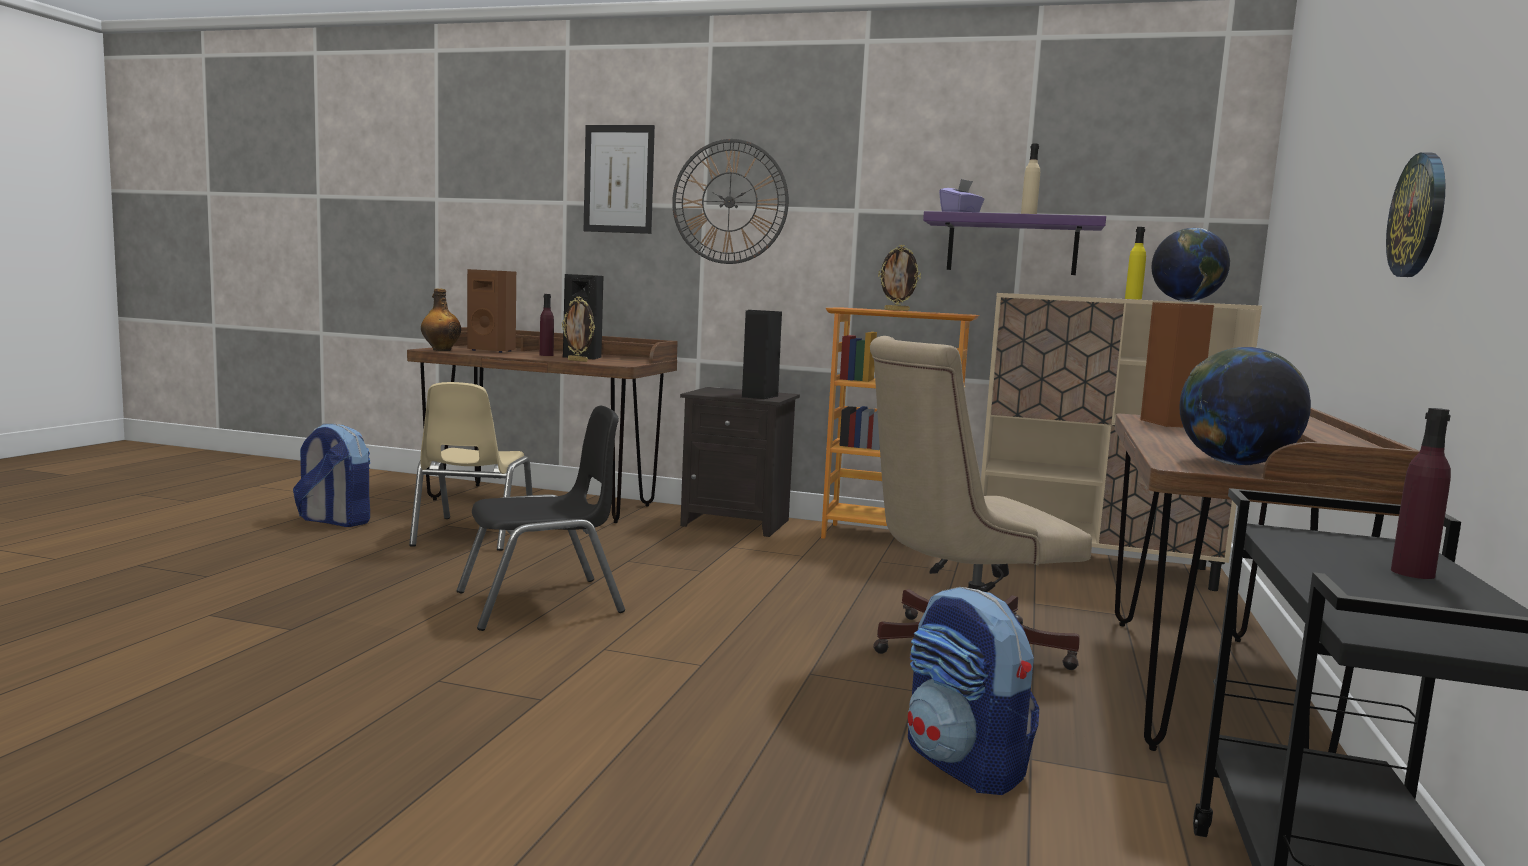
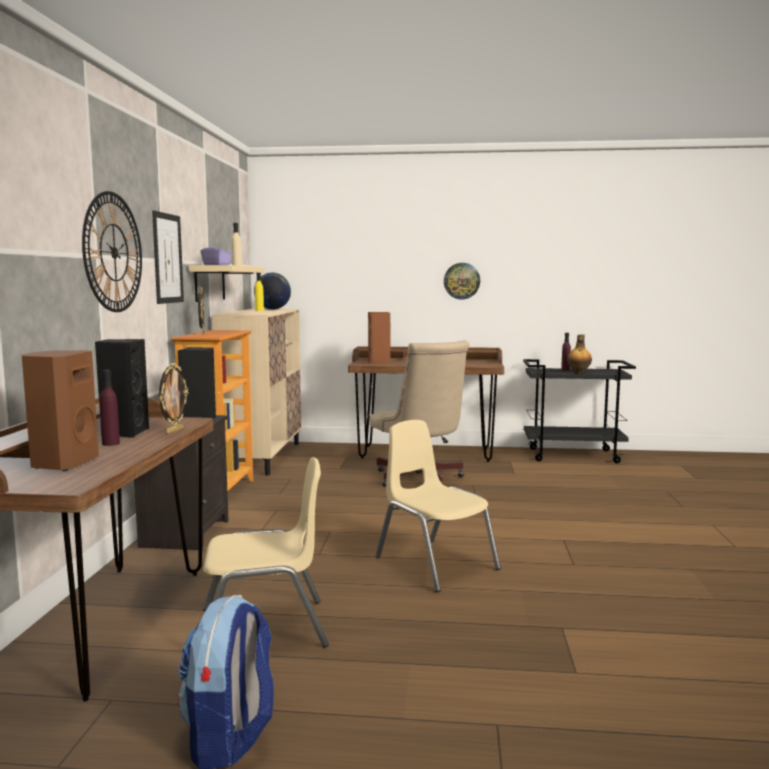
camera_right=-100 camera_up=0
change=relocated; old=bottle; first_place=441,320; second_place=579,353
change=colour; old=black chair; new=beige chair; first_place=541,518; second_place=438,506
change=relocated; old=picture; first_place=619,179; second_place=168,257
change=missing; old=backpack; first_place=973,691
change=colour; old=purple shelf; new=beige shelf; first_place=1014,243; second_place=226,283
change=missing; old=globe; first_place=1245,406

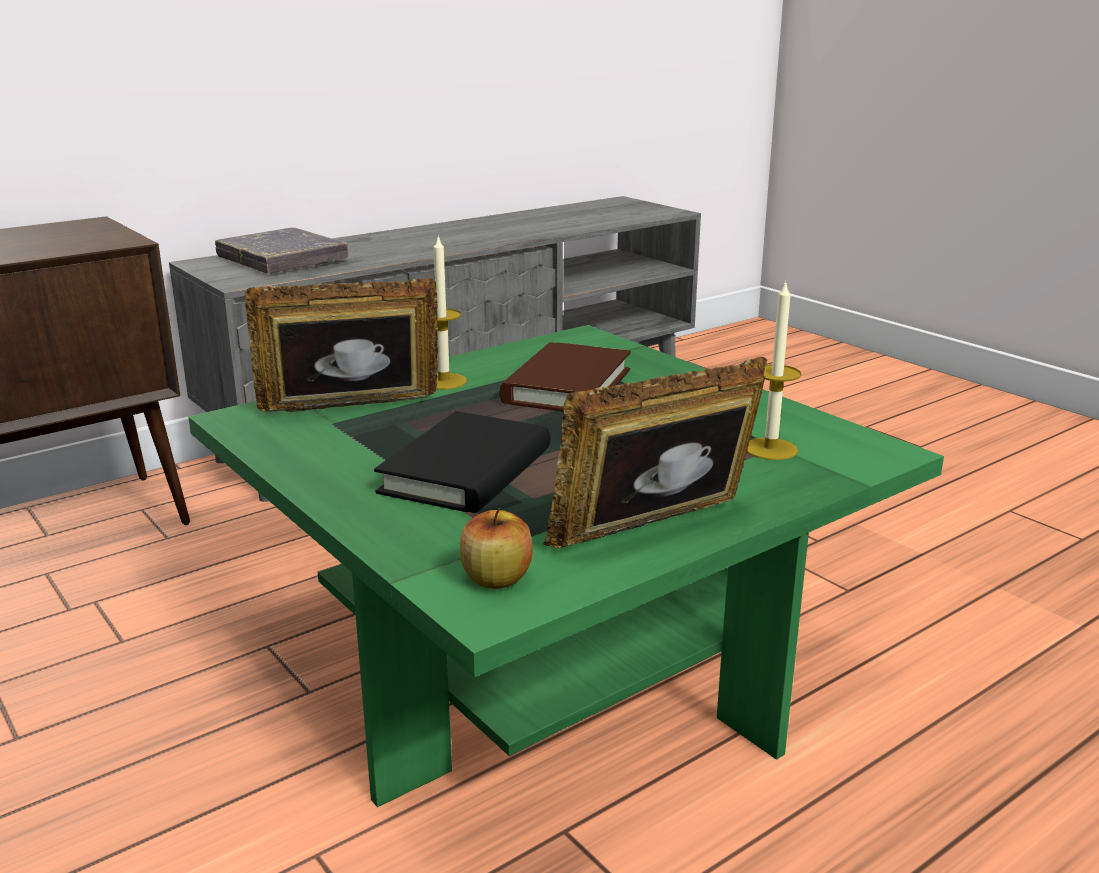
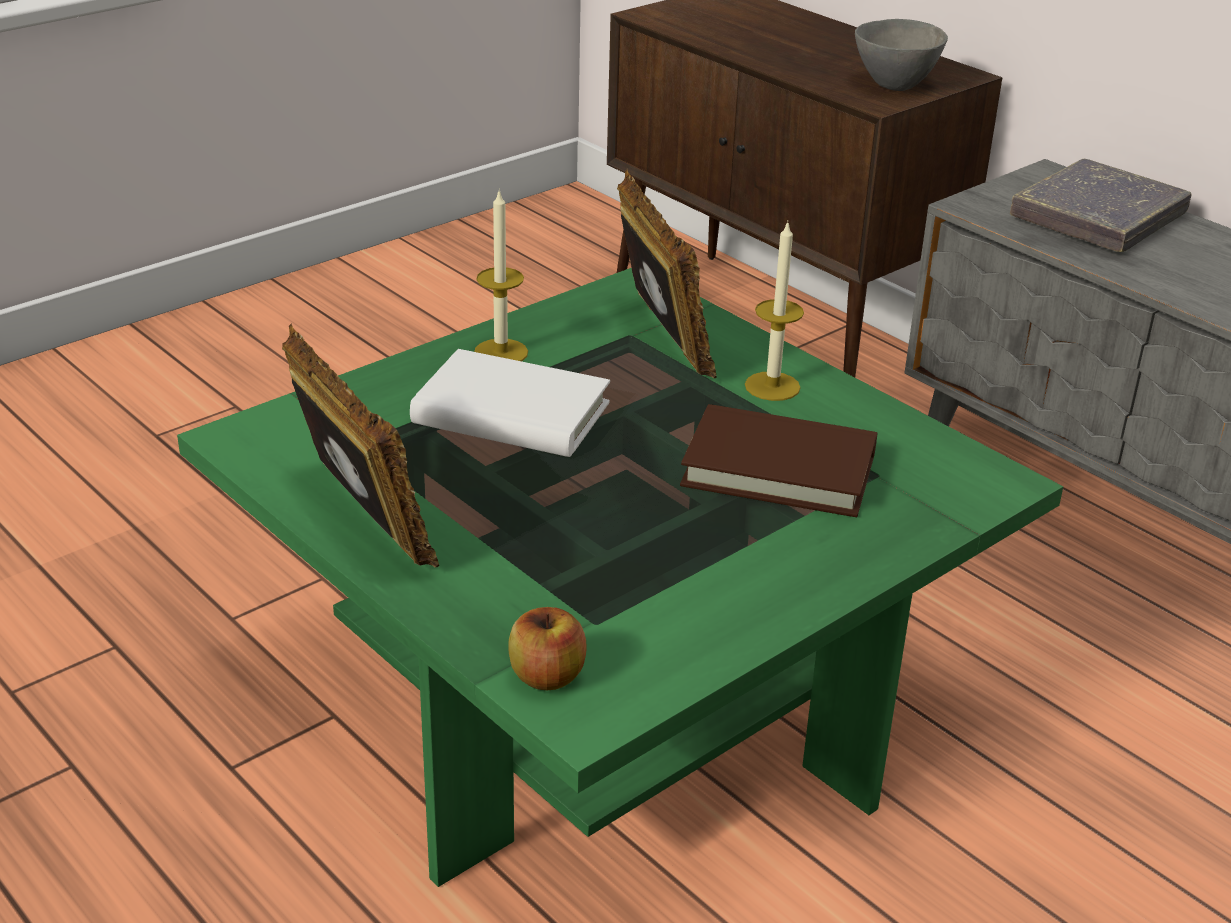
camera_right=85 camera_up=10
change=colour; old=black book; new=white book; first_place=462,462; second_place=510,403
change=relocated; old=apple; first_place=496,548; second_place=547,648
change=relocated; old=candle; first_place=774,370; second_place=501,275
change=appeared; new=grey bowl; second_place=901,55

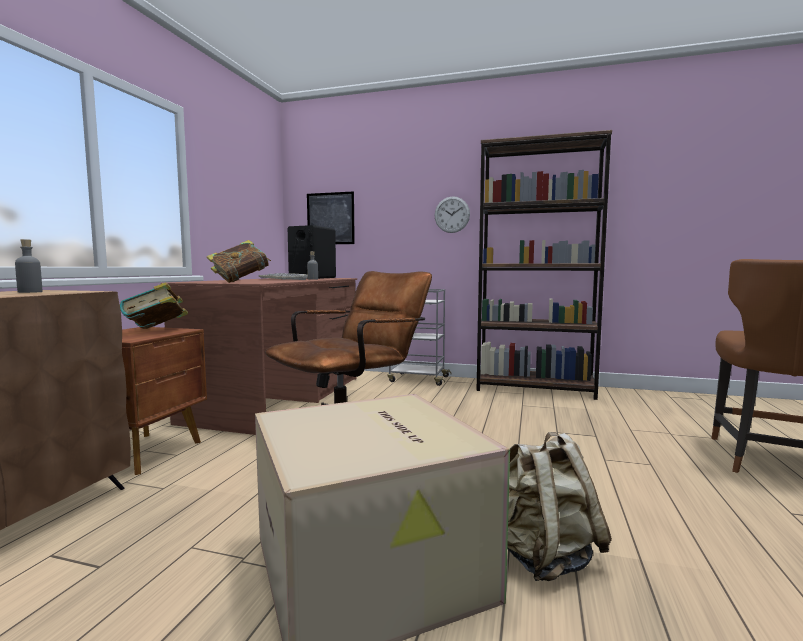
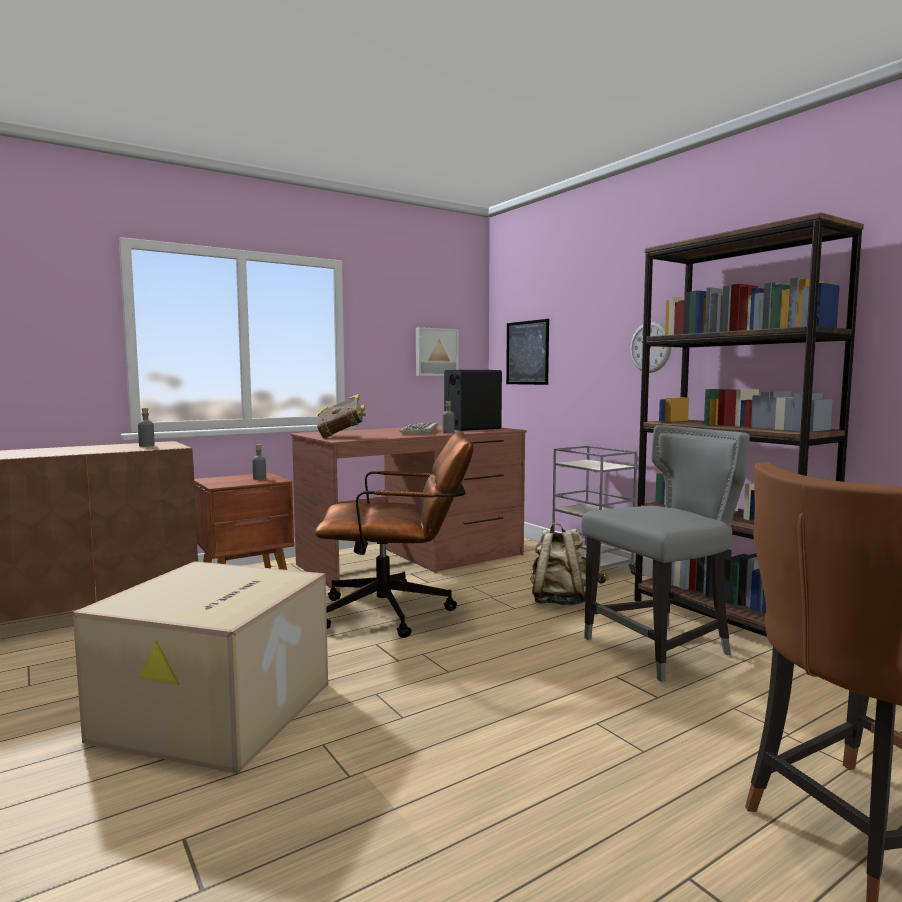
camera_right=40 camera_up=0
change=exchanged; old=book; new=grey bottle; first_place=154,305; second_place=259,462
change=relocated; old=beige backpack; first_place=559,506; second_place=558,564
change=appeared; new=picture; second_place=437,351
change=appeared; new=grey chair; second_place=665,553

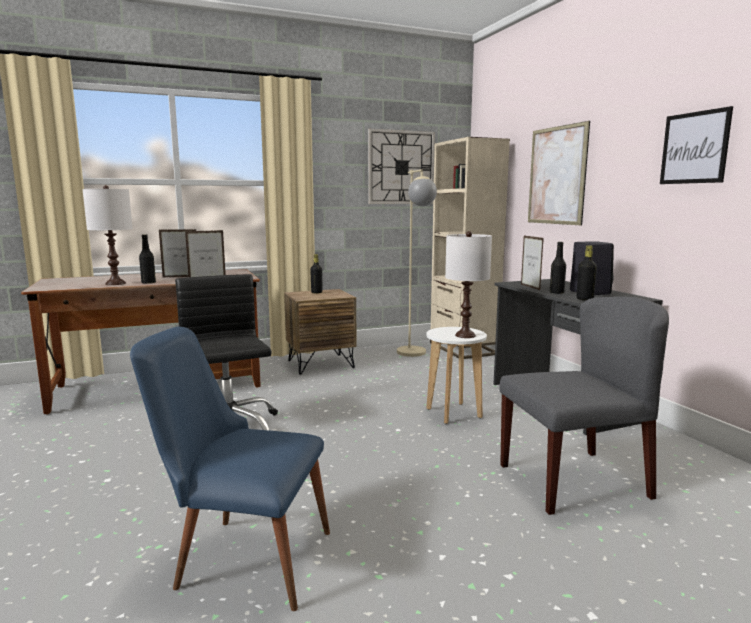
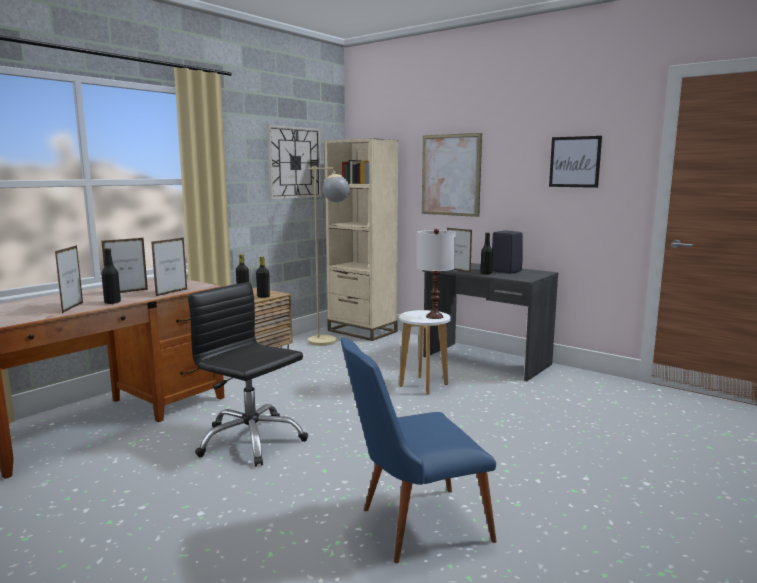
camera_right=-30 camera_up=0
change=exchanged; old=white table lamp; new=picture frame; first_place=107,235; second_place=69,279
change=missing; old=grey chair; first_place=584,405
change=relocated; old=black bottle; first_place=587,272; second_place=263,277

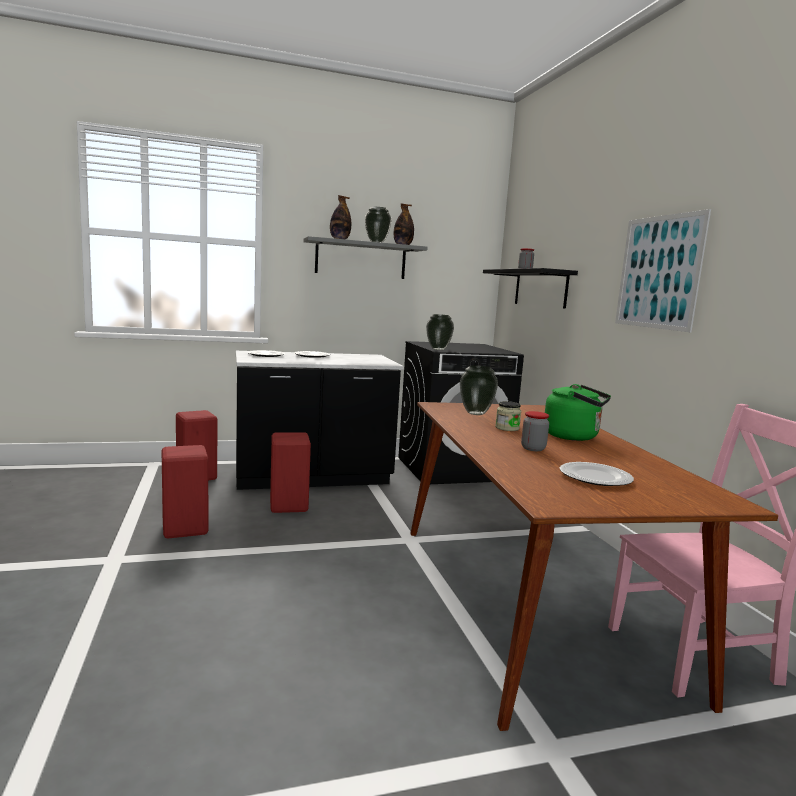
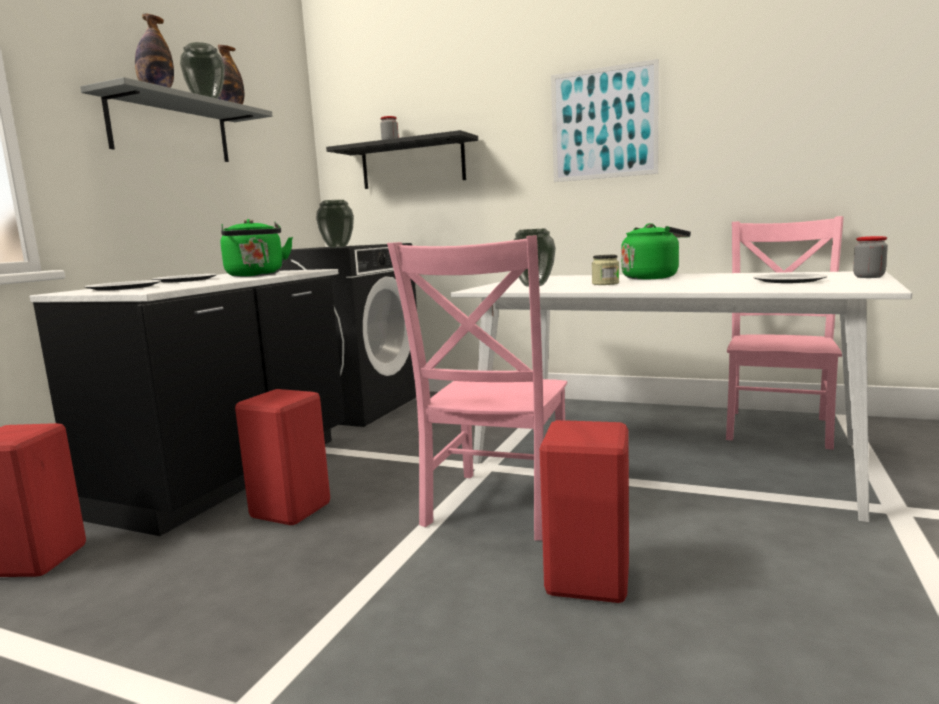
camera_right=-50 camera_up=0
change=relocated; old=red stool; first_place=185,492; second_place=584,511
change=colour; old=brown dining table; new=white dining table; first_place=594,566; second_place=681,396
change=relocated; old=jar; first_place=535,431; second_place=870,257
change=appeared; new=green kettle; second_place=256,248
change=appeared; new=pink chair; second_place=477,388

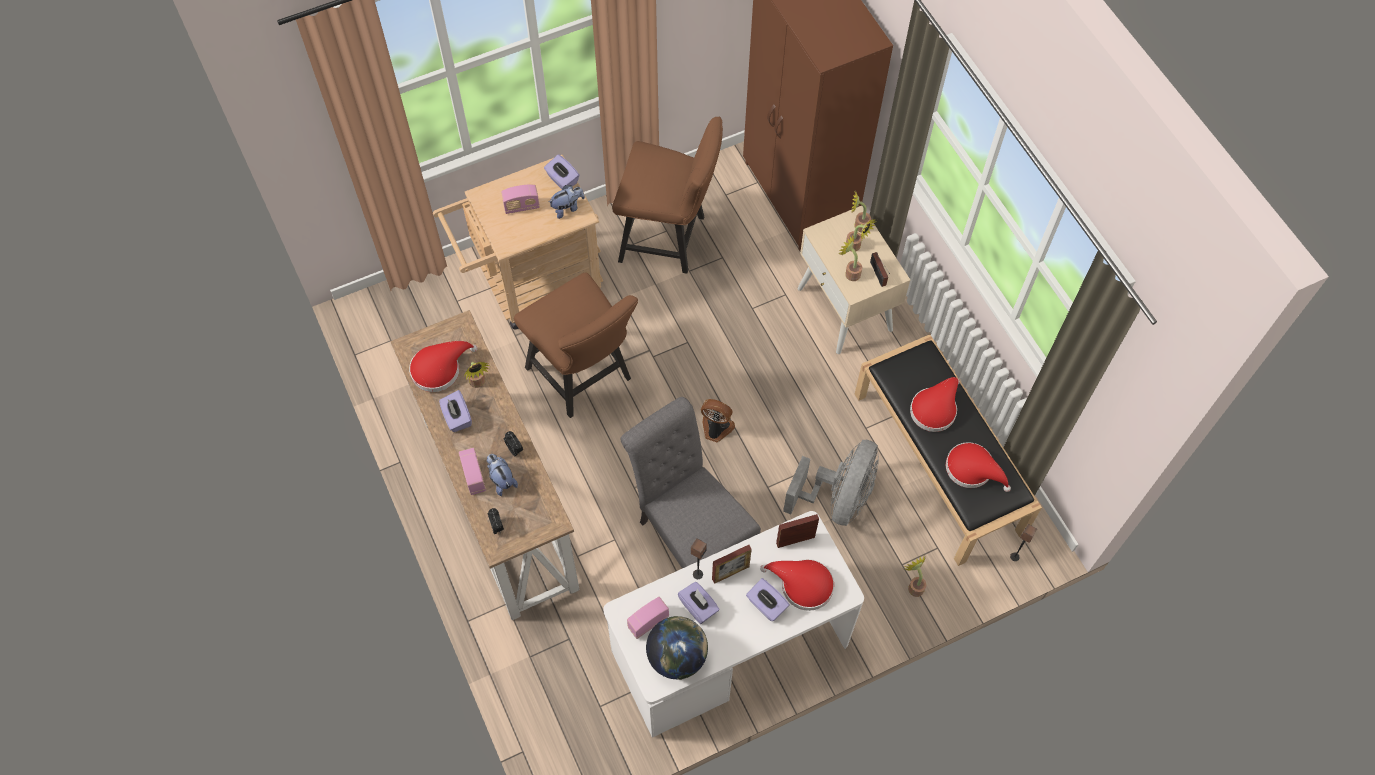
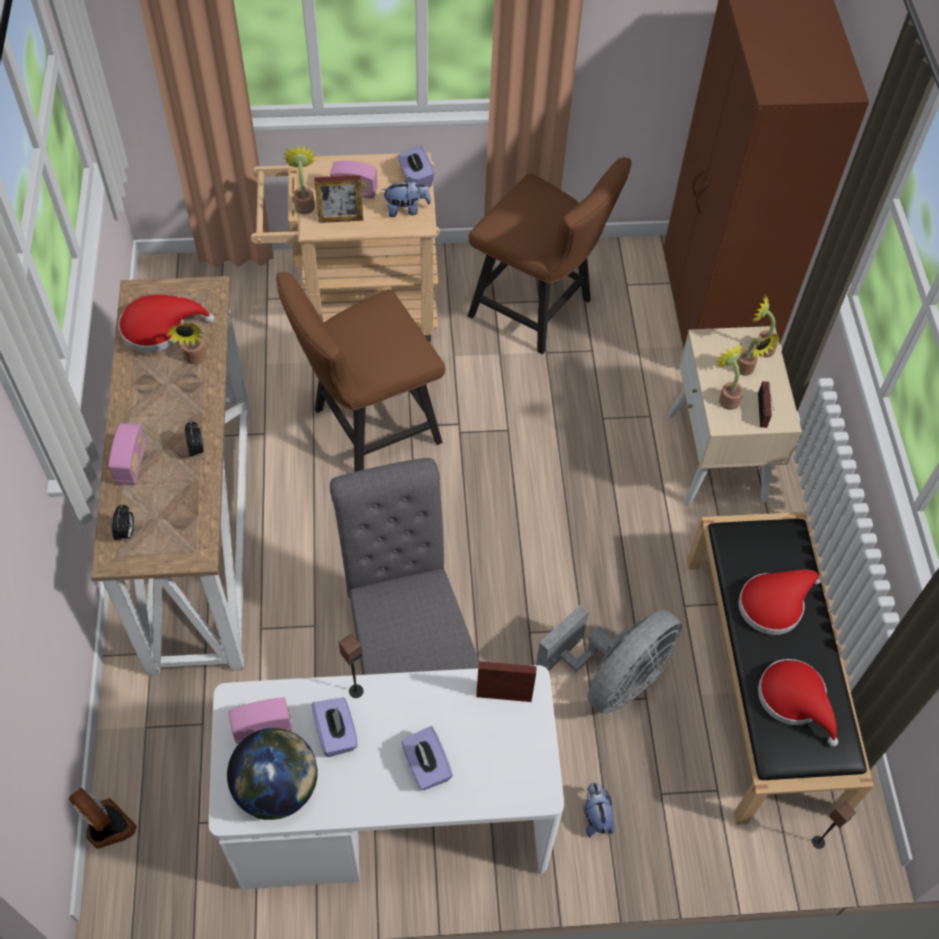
camera_right=20 camera_up=-5
change=missing; old=purple tissue box; first_place=455,411
change=relocated; old=plush toy; first_place=502,475; second_place=599,810
change=spun; old=brown chair; first_place=576,345; second_place=360,372; degrees=75
change=relocated; old=fan; first_place=718,421; second_place=103,818
change=relocated; old=picture frame; first_place=732,564; second_place=338,199
change=missing; old=red hat; first_place=797,585
change=relocated; old=potted plant; first_place=914,576; second_place=299,179

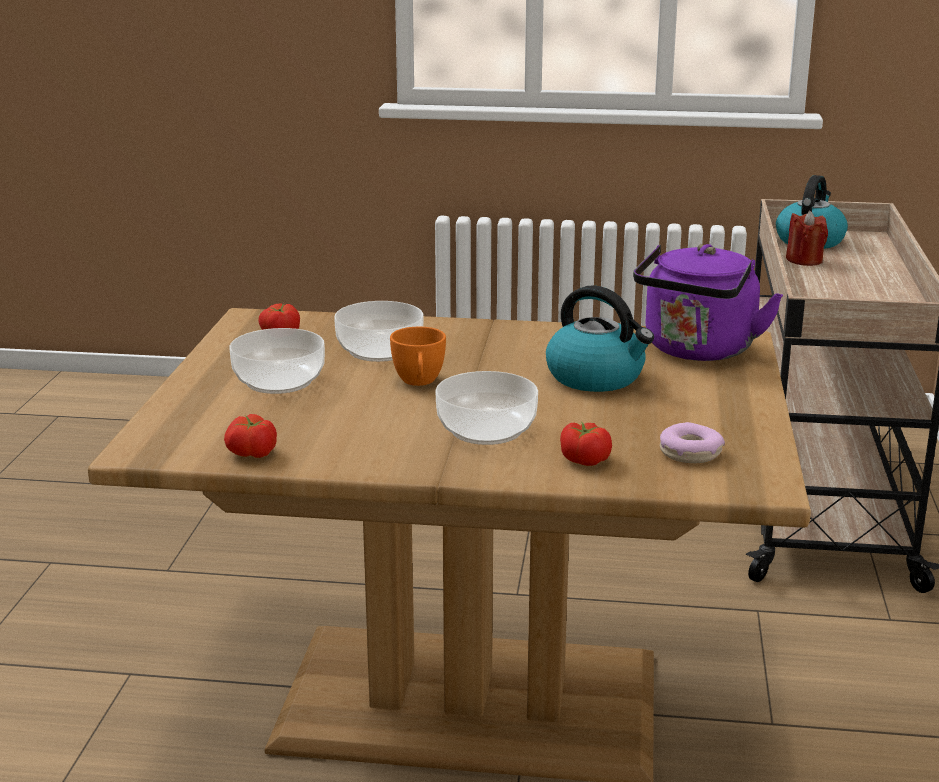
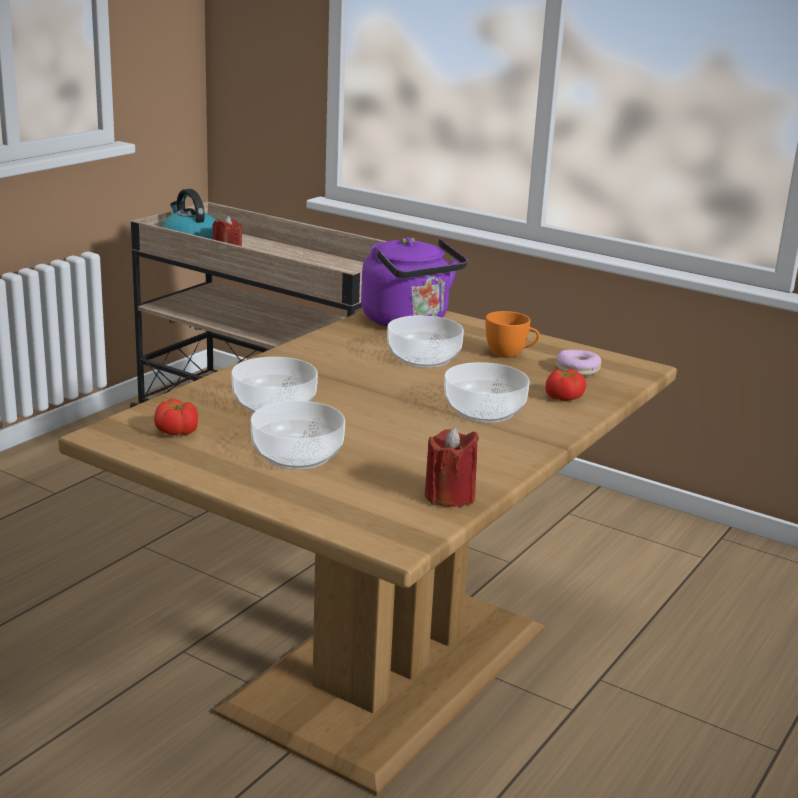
camera_right=-65 camera_up=0
change=exchanged; old=tomato; new=red candle; first_place=250,436; second_place=452,467
change=relocated; old=orange cup; first_place=418,356; second_place=513,334
change=exchanged; old=kettle; new=bowl; first_place=600,338; second_place=425,341

